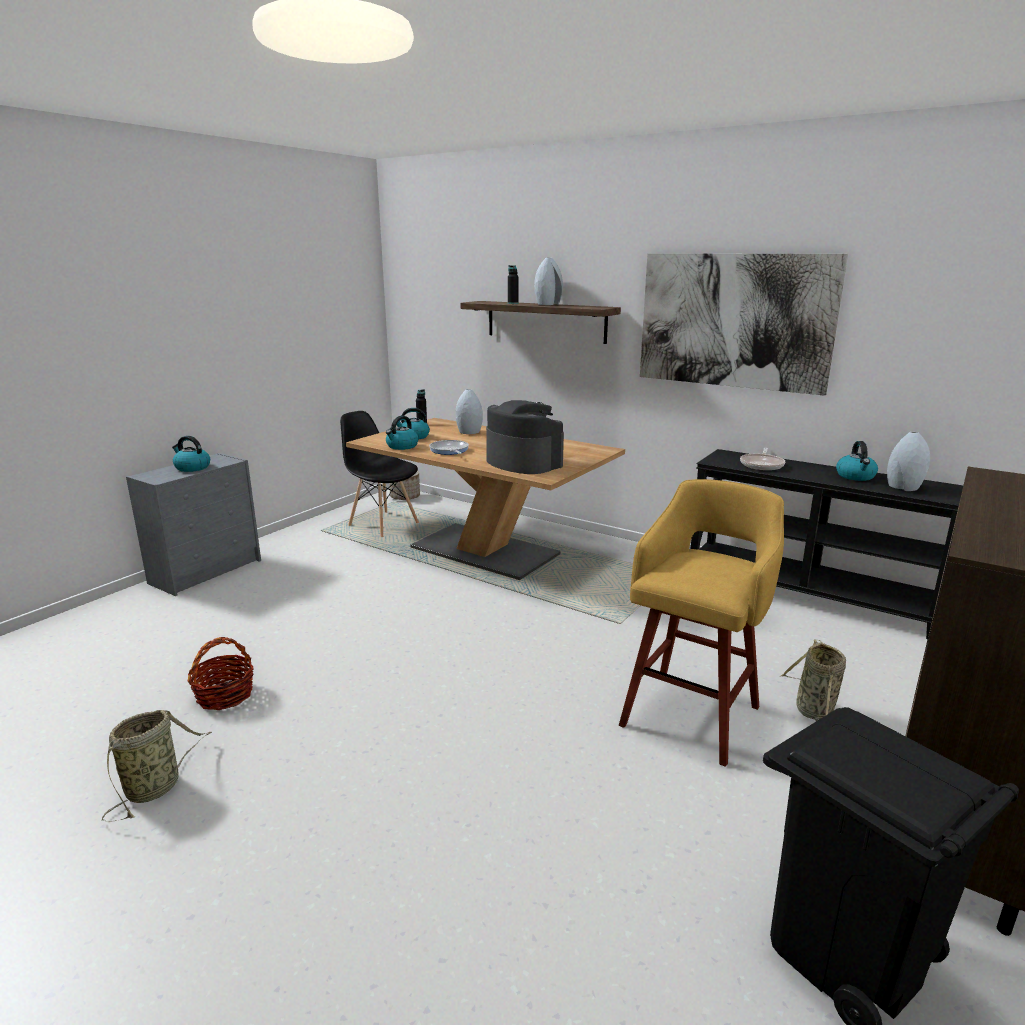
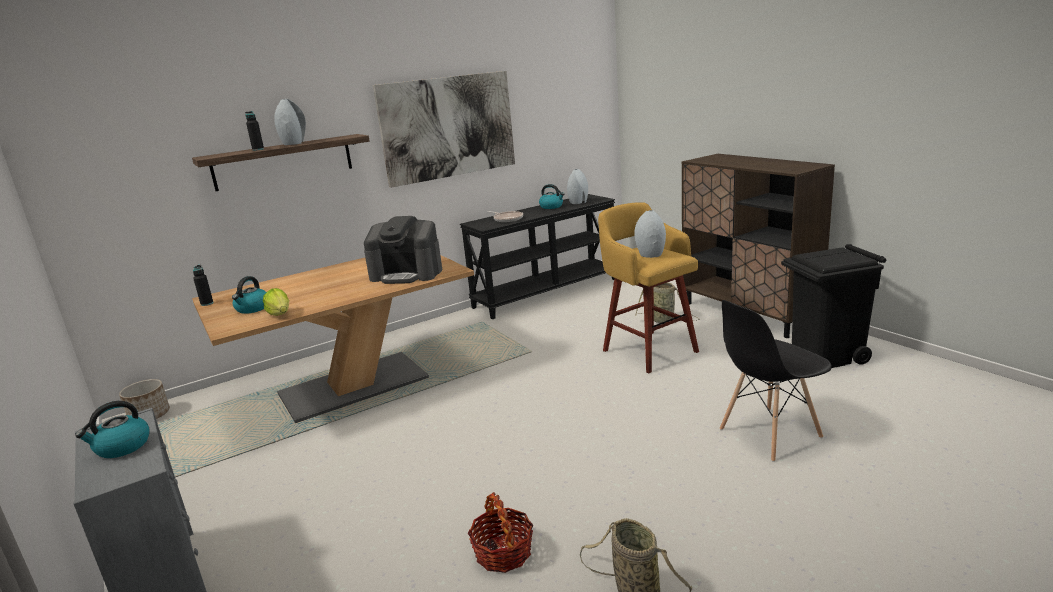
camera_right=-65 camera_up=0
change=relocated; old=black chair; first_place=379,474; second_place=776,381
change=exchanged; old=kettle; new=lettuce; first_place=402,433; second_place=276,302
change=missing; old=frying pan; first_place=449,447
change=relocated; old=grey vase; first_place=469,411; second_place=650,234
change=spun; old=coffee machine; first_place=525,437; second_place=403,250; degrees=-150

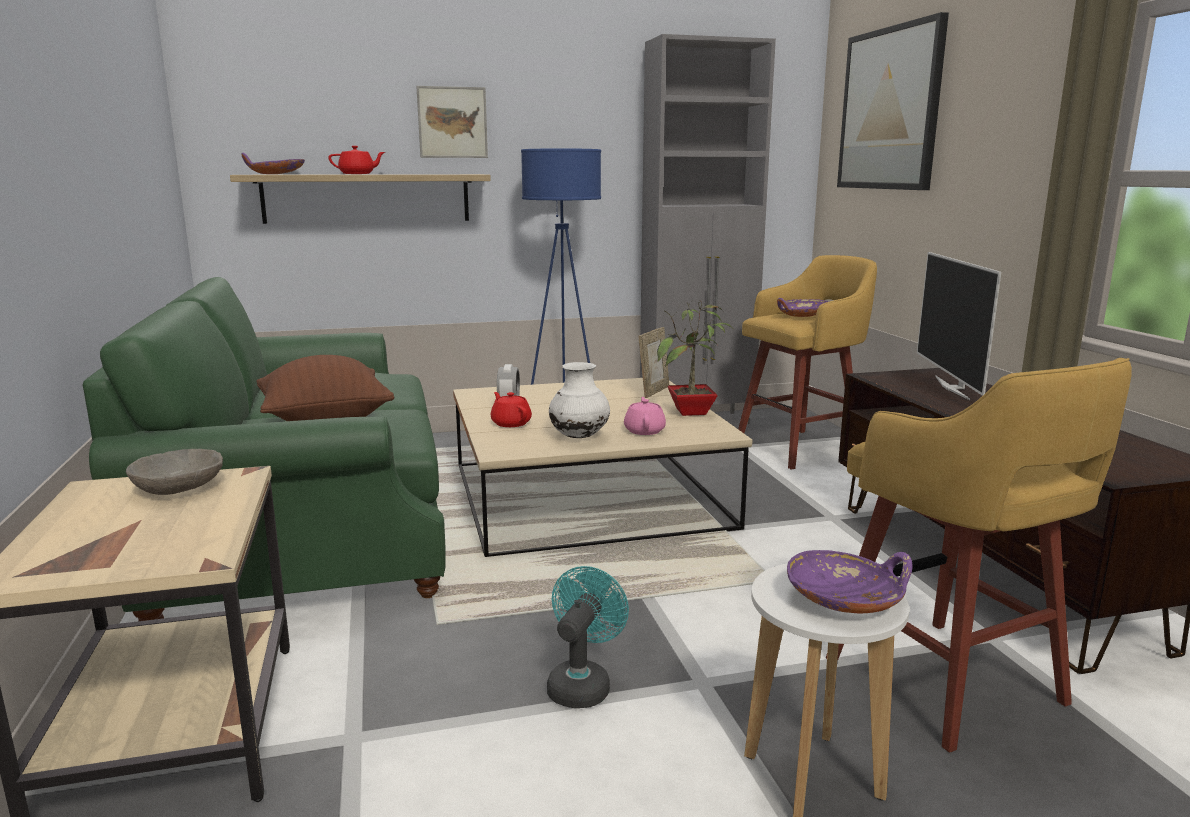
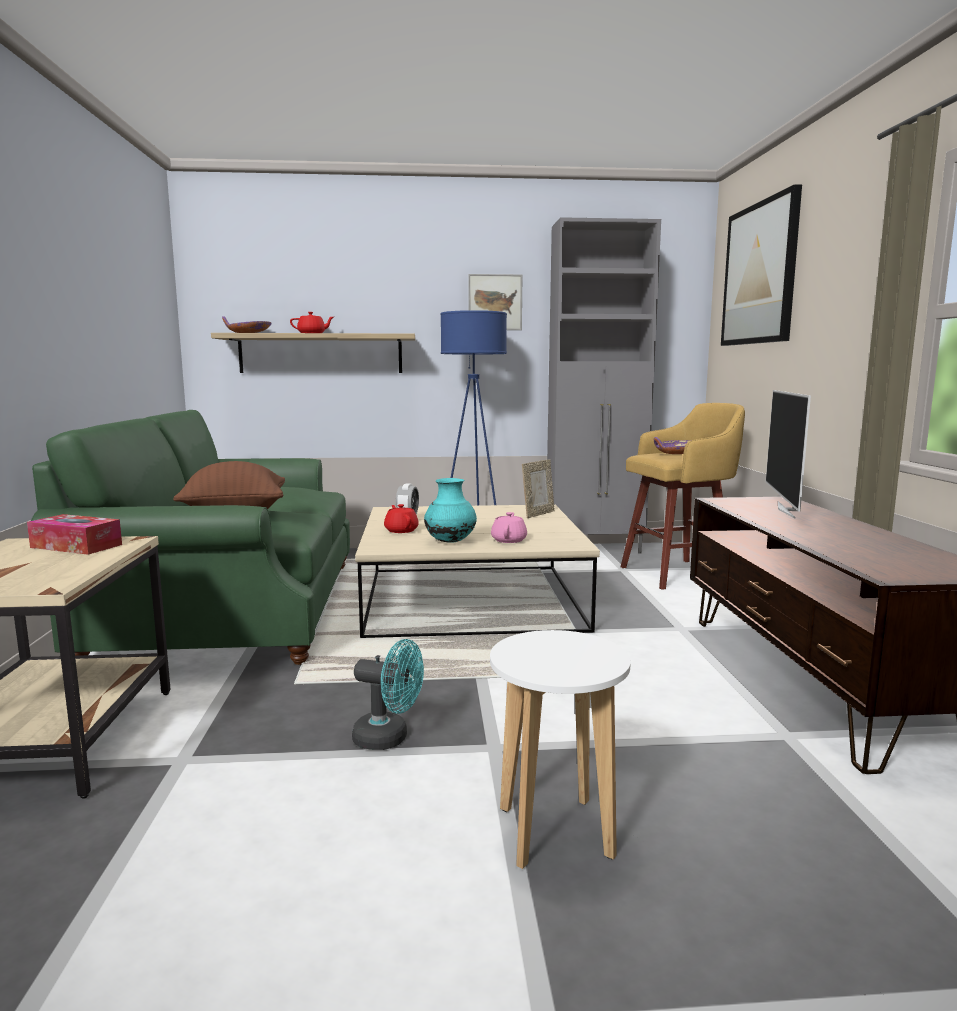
camera_right=10 camera_up=-5
change=exchanged; old=grey bowl; new=tissue box; first_place=174,472; second_place=74,534
change=relocated; old=picture; first_place=452,122; second_place=495,302
change=spun; old=turquoise fan; first_place=588,637; second_place=388,694; degrees=75
change=colour; old=white vase; new=turquoise vase; first_place=579,400; second_place=450,510
change=missing; old=potted plant; first_place=695,358
change=missing; old=purple bowl; first_place=850,581
change=missing; old=yellow stool; first_place=979,555

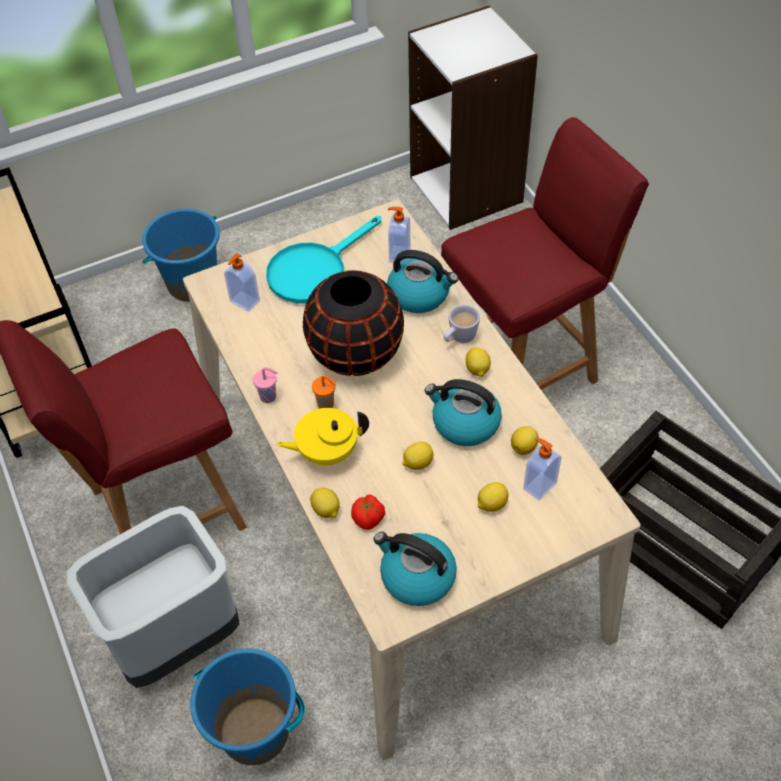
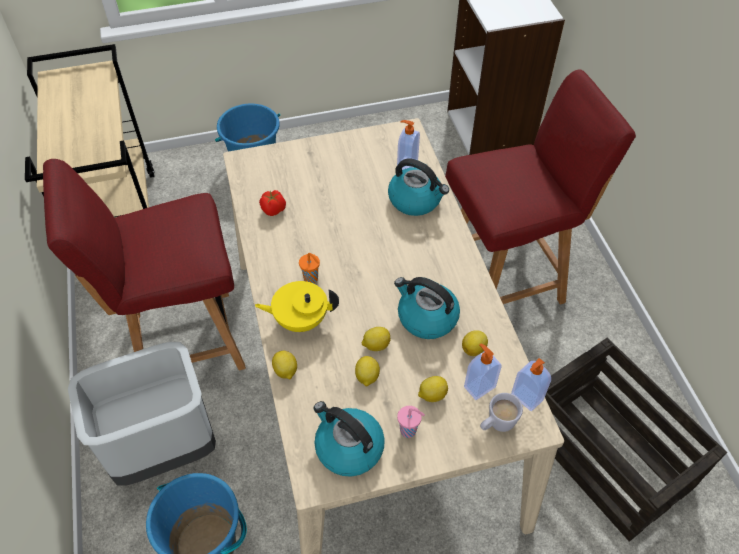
camera_right=10 camera_up=0
change=relocated; old=soap dispenser; first_place=242,282; second_place=531,384
change=relocated; old=pink cup; first_place=265,385; second_place=411,422
change=missing; old=turquoise frying pan; first_place=323,260
change=missing; old=black vase; first_place=353,323
change=relocated; old=tomato; first_place=368,512; second_place=272,203
change=relocated; old=white mug; first_place=462,324; second_place=501,412
change=relocated; old=lemon; first_place=478,362; second_place=367,371

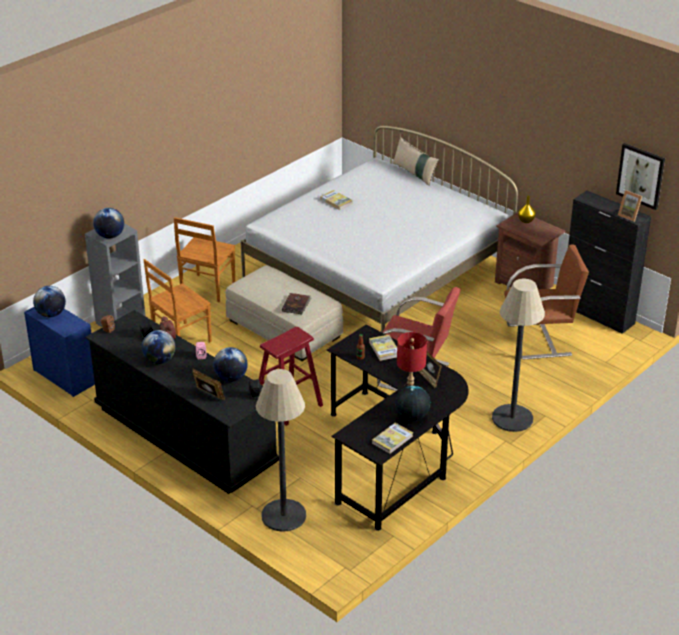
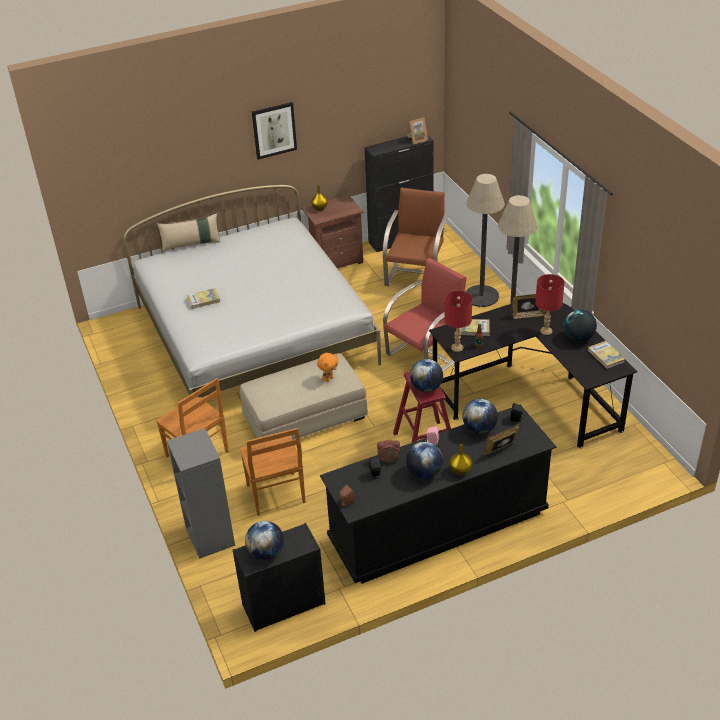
camera_right=-65 camera_up=5
change=colour; old=blue dresser; new=black dresser; first_place=59,352; second_place=279,577
change=relocated; old=globe; first_place=108,223; second_place=426,375
change=relocated; old=floor lamp; first_place=281,450; second_place=485,240
change=exchanged; old=brown book; new=orange plush toy; first_place=296,303; second_place=328,367
change=relocated; old=picture; first_place=640,176; second_place=274,131
change=appeared; new=red table lamp; second_place=458,321
change=appeared; new=yellow vase; second_place=461,459

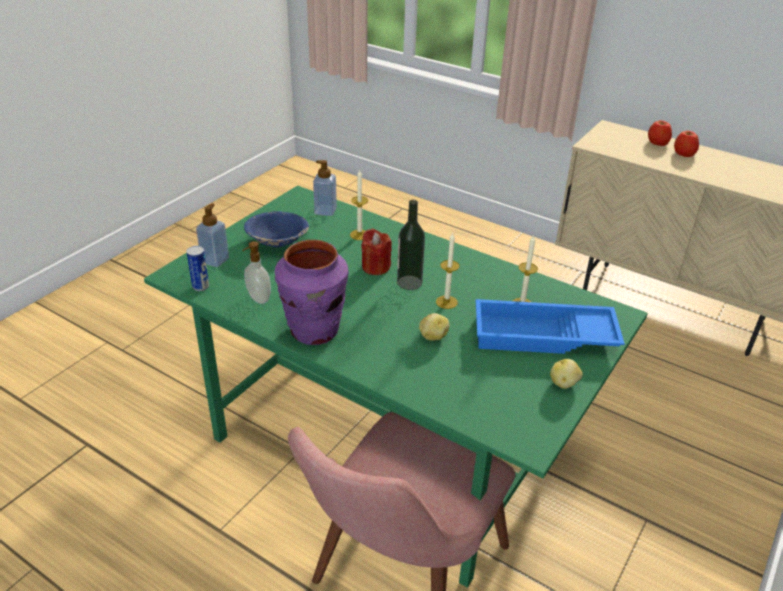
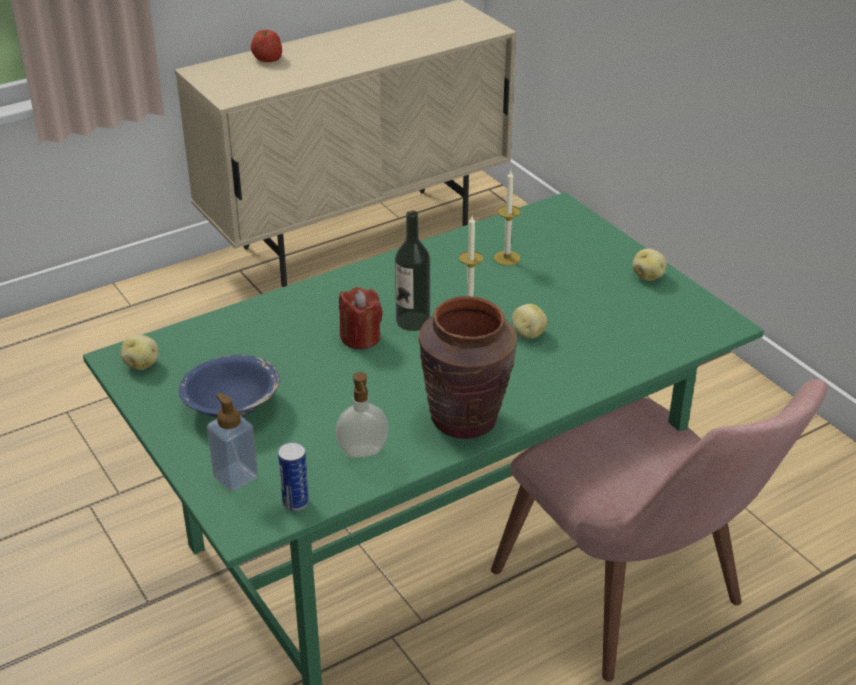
camera_right=-65 camera_up=0
change=colour; old=purple vase; new=brown vase; first_place=311,292; second_place=468,367
change=missing; old=soap dispenser; first_place=325,188
change=missing; old=candle; first_place=359,205
change=missing; old=blue tray; first_place=550,326
change=missing; old=apple; first_place=686,144
change=appeared; new=potato; second_place=139,352

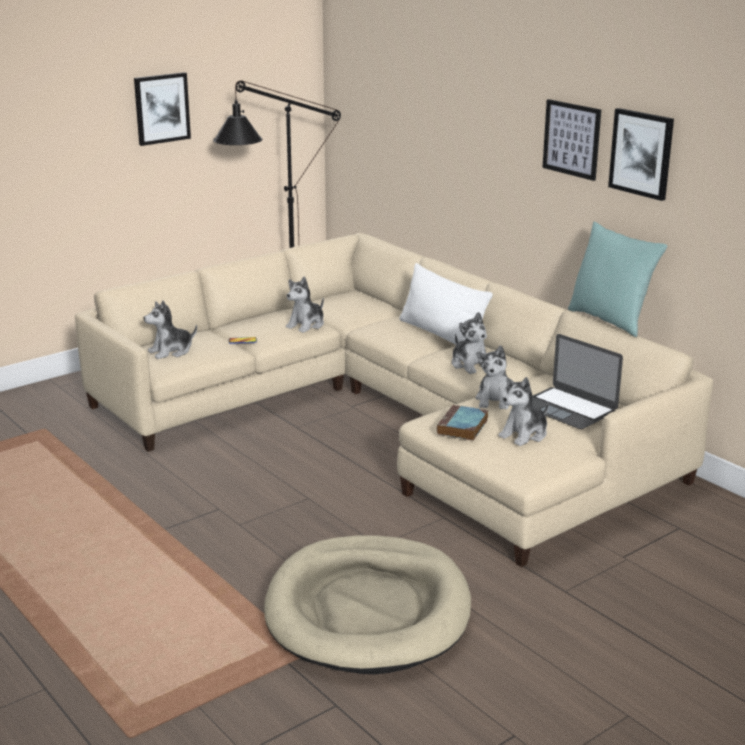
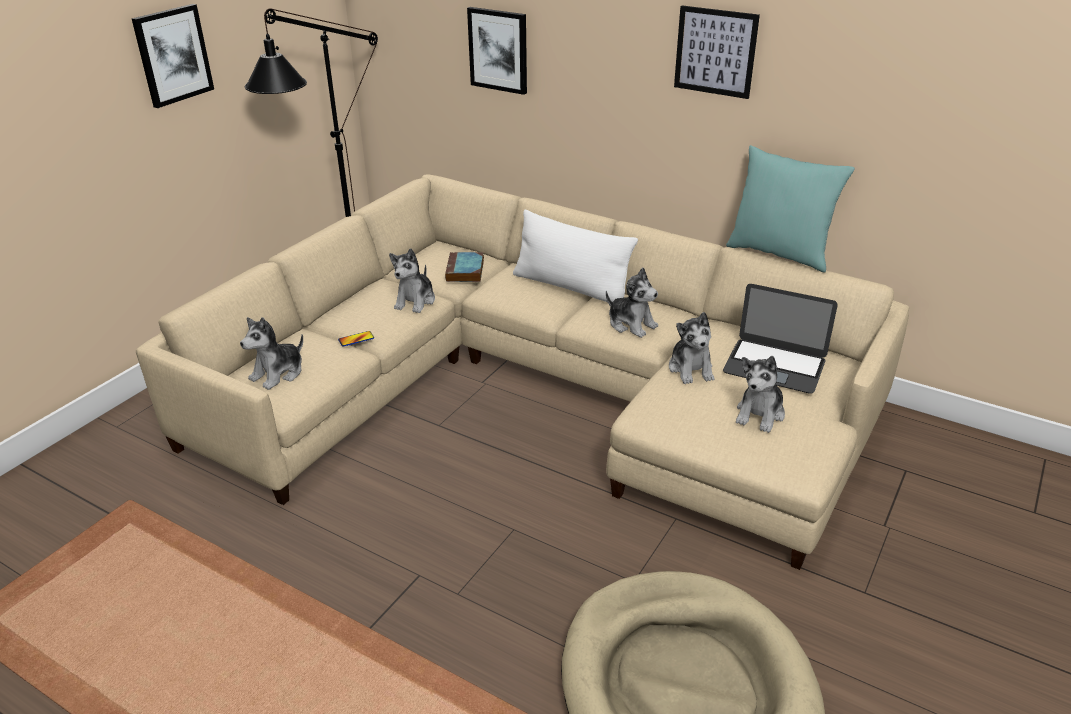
camera_right=-20 camera_up=10
change=relocated; old=book; first_place=462,423; second_place=464,267
change=relocated; old=picture; first_place=641,154; second_place=497,51

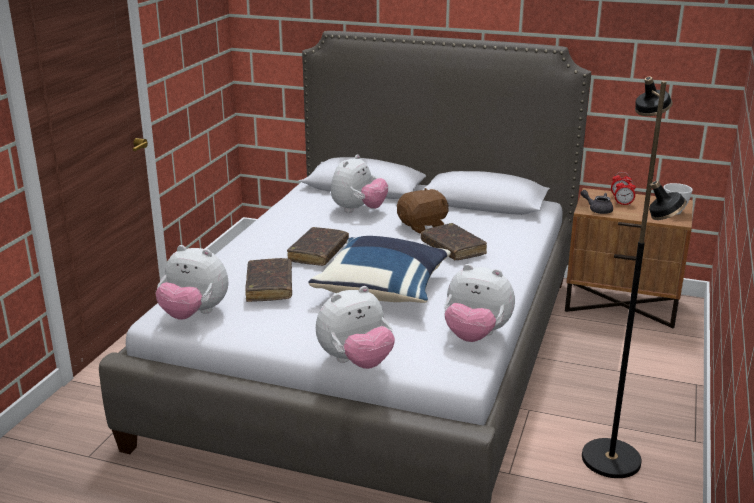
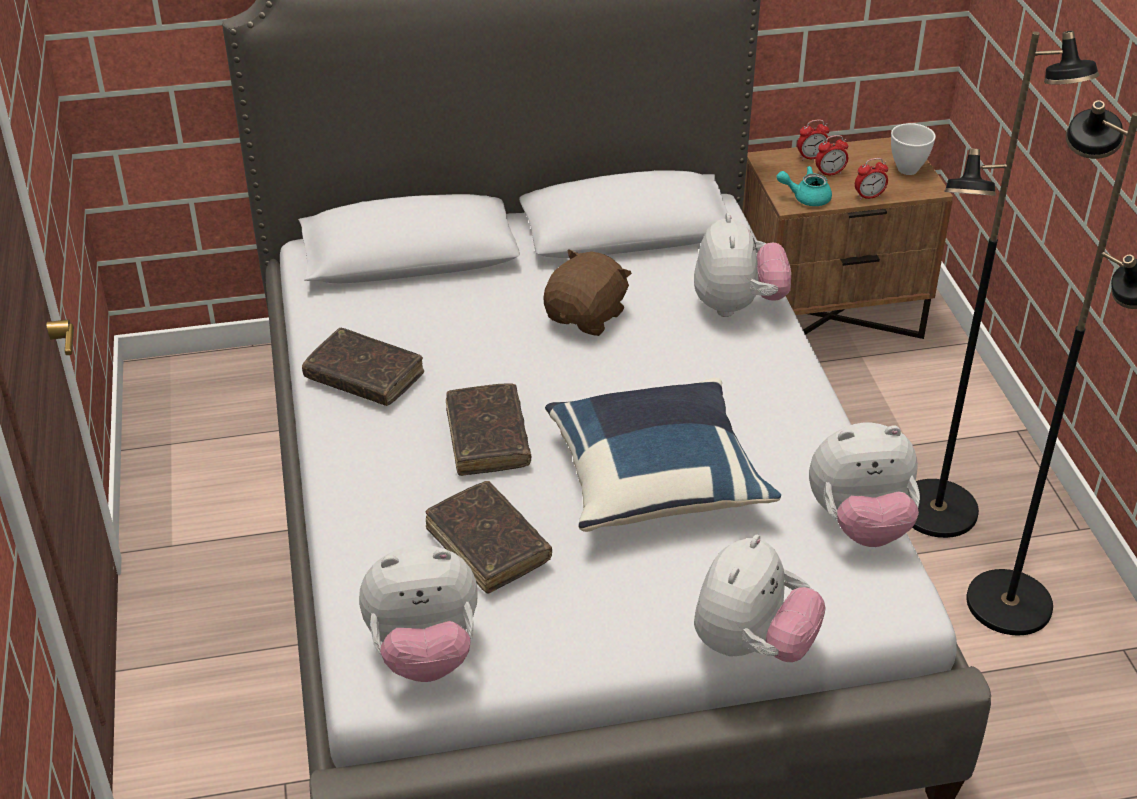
camera_right=-30 camera_up=15
change=relocated; old=plush toy; first_place=359,183; second_place=742,265
change=relocated; old=brown book; first_place=453,241; second_place=363,367
change=colour; old=grey teapot; new=turquoise teapot; first_place=596,202; second_place=804,186
change=appeared; new=alarm clock; second_place=871,179
change=appeared; new=black floor lamp; second_place=1004,284

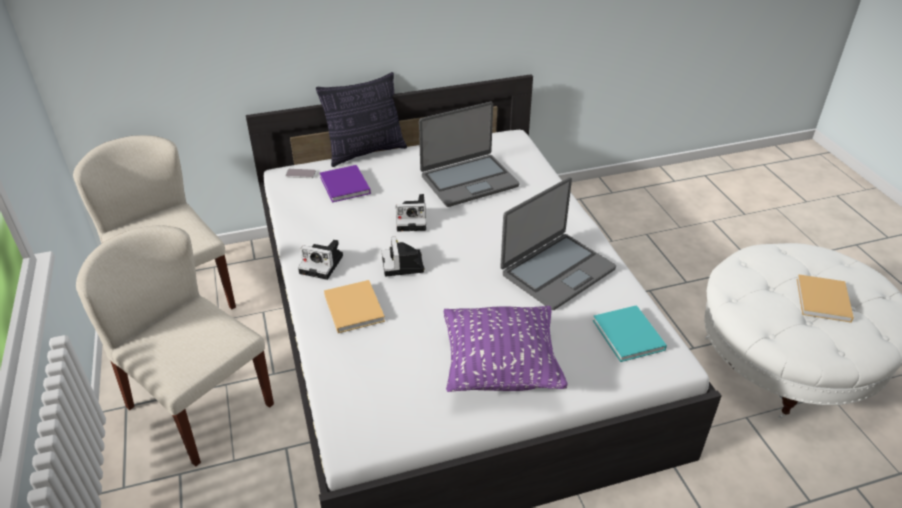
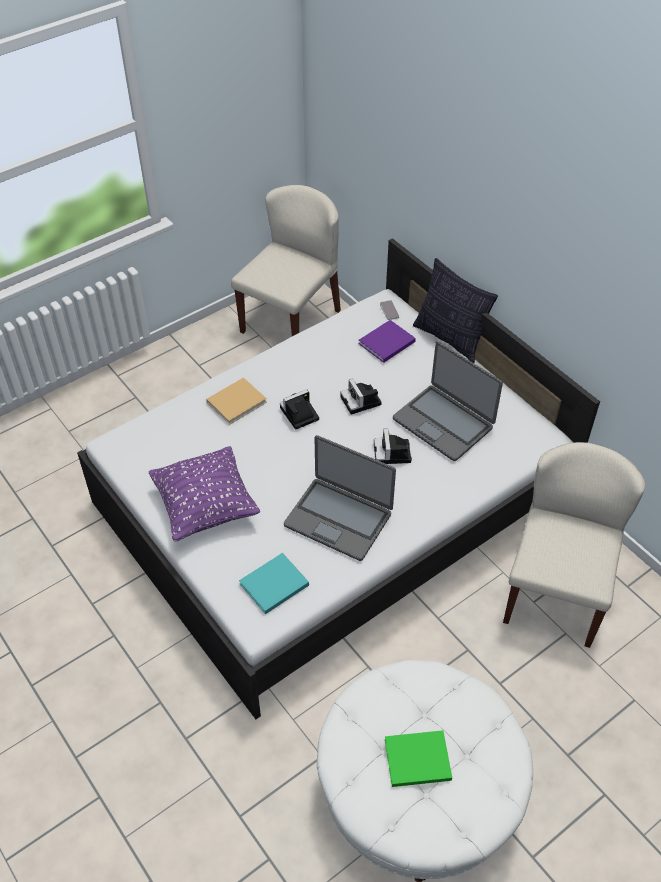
camera_right=70 camera_up=10
change=relocated; old=beige chair; first_place=175,346; second_place=574,545
change=relocated; old=photo camera; first_place=320,260; second_place=393,446
change=colour; old=beige book; new=green book; first_place=825,298; second_place=418,758

